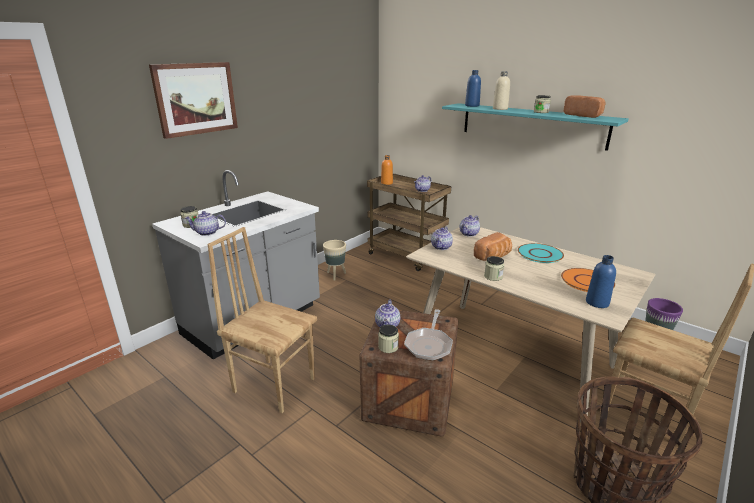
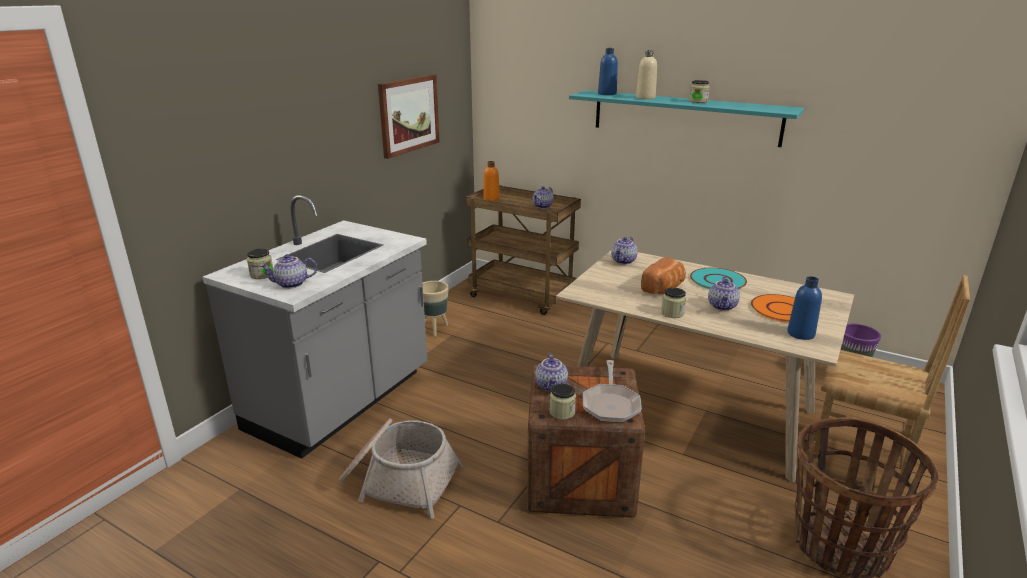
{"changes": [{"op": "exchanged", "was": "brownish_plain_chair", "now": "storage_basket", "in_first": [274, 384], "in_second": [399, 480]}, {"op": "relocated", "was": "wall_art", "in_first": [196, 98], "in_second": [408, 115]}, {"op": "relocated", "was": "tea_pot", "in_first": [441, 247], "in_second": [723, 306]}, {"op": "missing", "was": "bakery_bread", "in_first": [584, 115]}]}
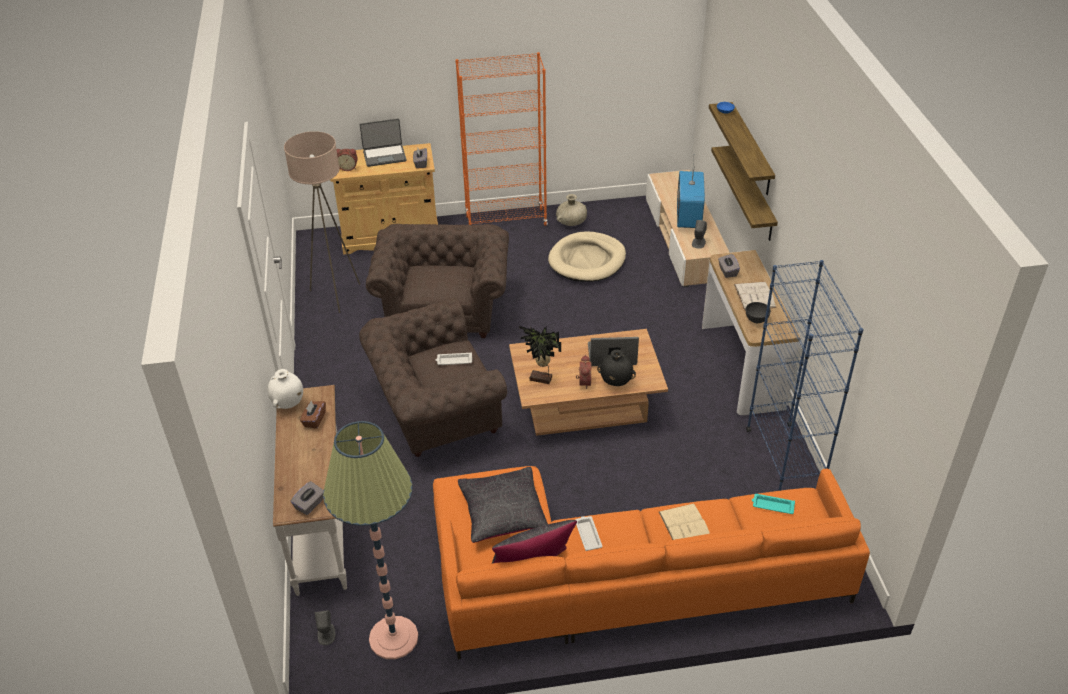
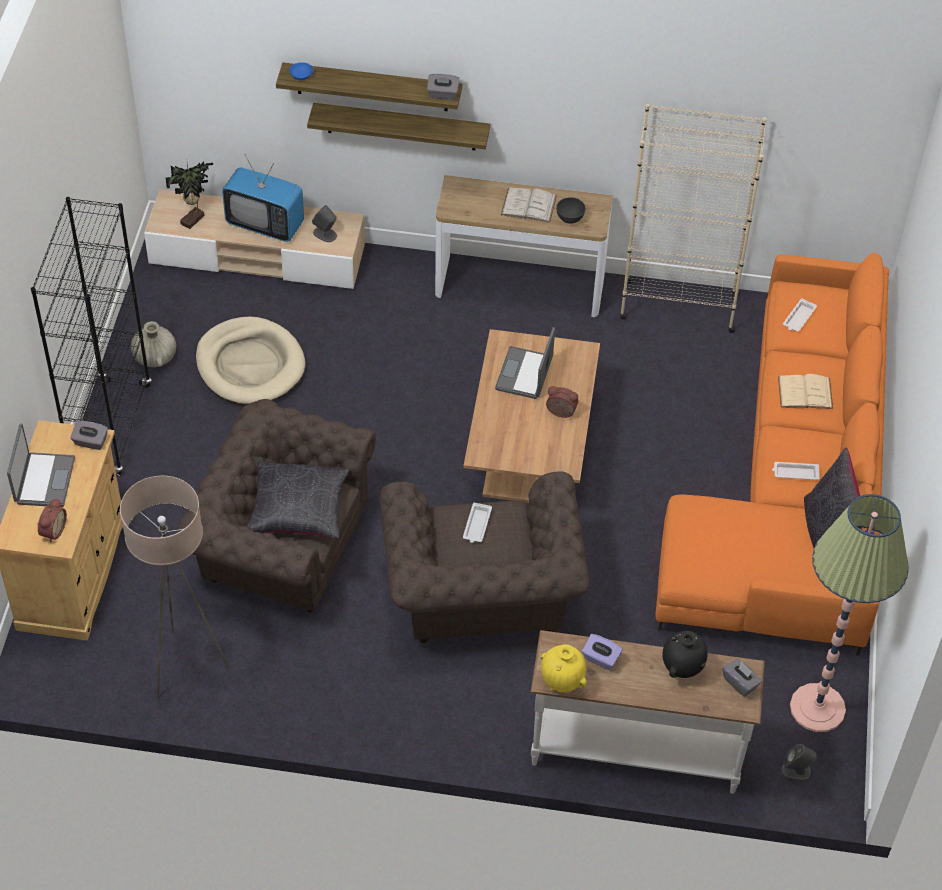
{"changes": [{"op": "colour", "was": "orange-coloured_shelving_unit", "now": "black-coloured_shelving_unit", "in_first": [506, 221], "in_second": [110, 427]}, {"op": "relocated", "was": "plant_in_a_pot", "in_first": [541, 380], "in_second": [194, 220]}, {"op": "relocated", "was": "black-coloured_pillow", "in_first": [503, 513], "in_second": [298, 509]}, {"op": "relocated", "was": "greyish_tissue_box", "in_first": [727, 271], "in_second": [442, 94]}, {"op": "colour", "was": "whitish_vase", "now": "yellowish_vase", "in_first": [288, 404], "in_second": [562, 682]}, {"op": "colour", "was": "brownish_tissue_box", "now": "purple-coloured_tissue_box", "in_first": [314, 420], "in_second": [600, 658]}, {"op": "colour", "was": "bluish_shelving_unit", "now": "beige-coloured_shelving_unit", "in_first": [783, 461], "in_second": [678, 306]}, {"op": "relocated", "was": "black-coloured_vase", "in_first": [615, 382], "in_second": [682, 668]}, {"op": "colour", "was": "turquoise_carrying_tray", "now": "whitish_carrying_tray", "in_first": [772, 506], "in_second": [798, 318]}]}
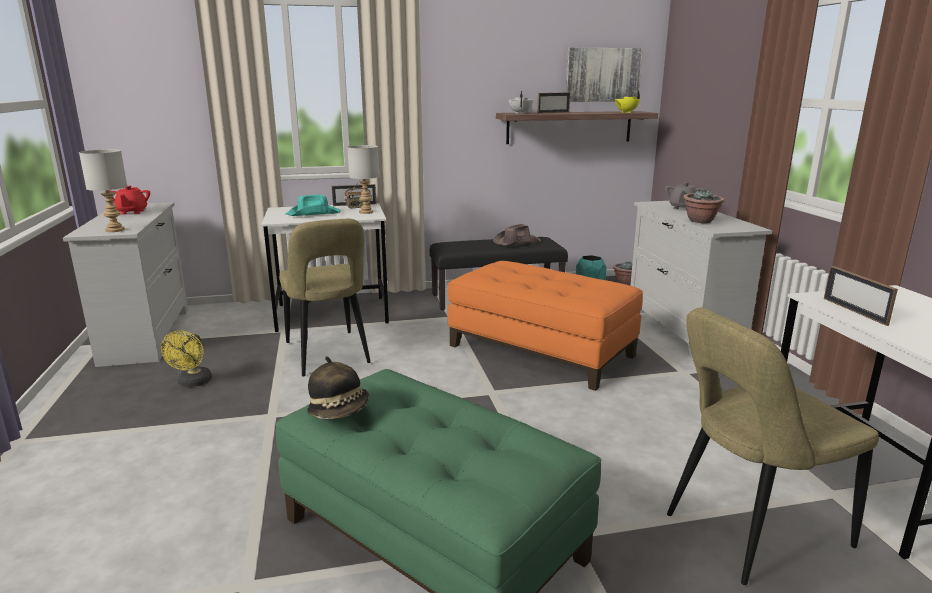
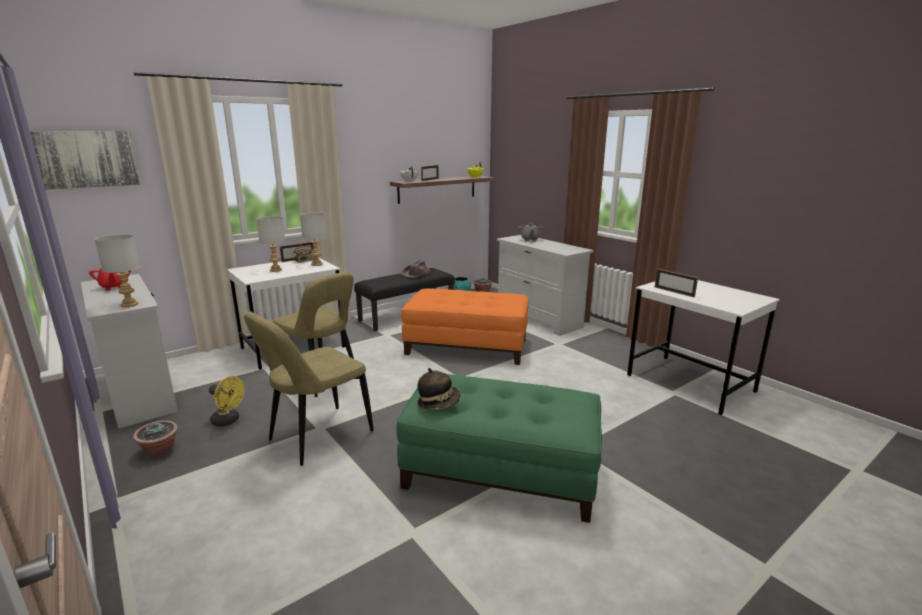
{"changes": [{"op": "relocated", "was": "wall_art", "in_first": [602, 75], "in_second": [86, 159]}, {"op": "relocated", "was": "plant_in_a_pot", "in_first": [700, 221], "in_second": [160, 451]}, {"op": "spun", "was": "yellowish_fan", "in_first": [193, 383], "in_second": [229, 421], "clockwise": -45}, {"op": "relocated", "was": "beige-coloured_plain_chair", "in_first": [749, 532], "in_second": [316, 437]}, {"op": "exchanged", "was": "turquoise_wearable_hat", "now": "greyish_lamp_for_a_table", "in_first": [314, 214], "in_second": [276, 270]}]}
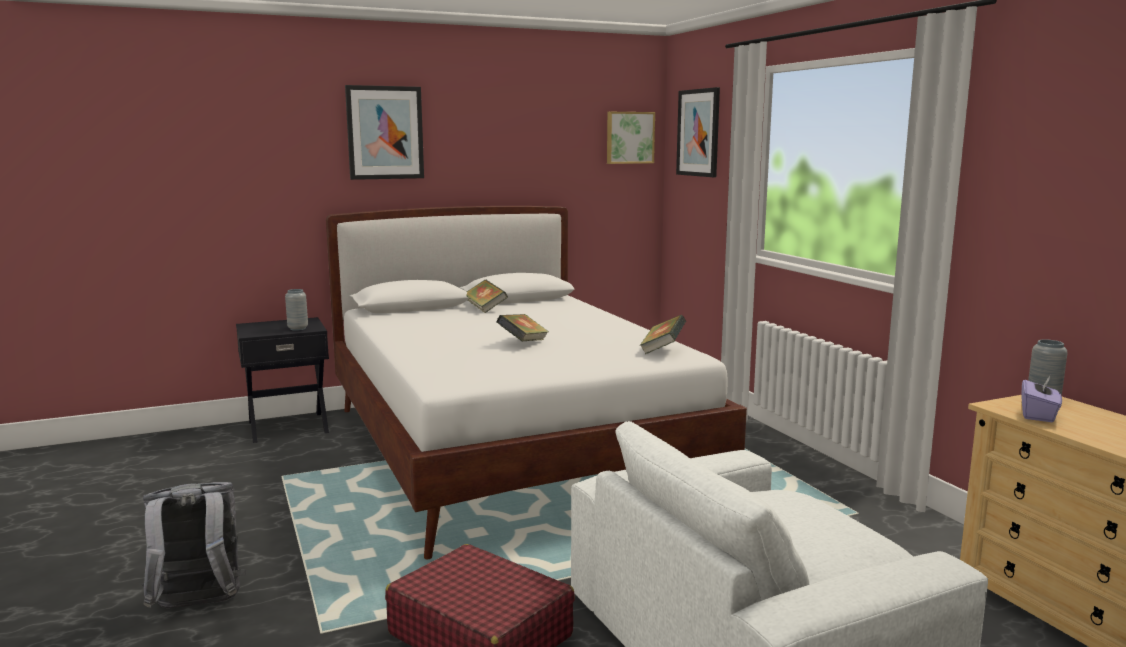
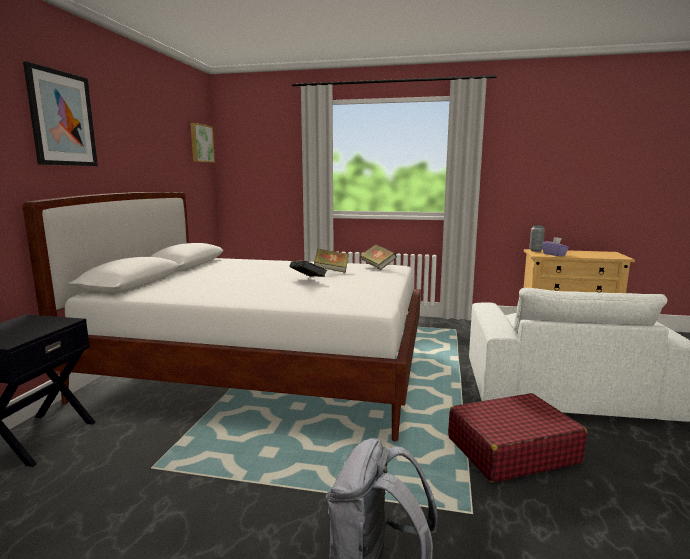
{"changes": [{"op": "relocated", "was": "volume", "in_first": [485, 309], "in_second": [331, 271]}, {"op": "missing", "was": "greyish_vase", "in_first": [298, 328]}, {"op": "missing", "was": "wall_art", "in_first": [698, 133]}]}
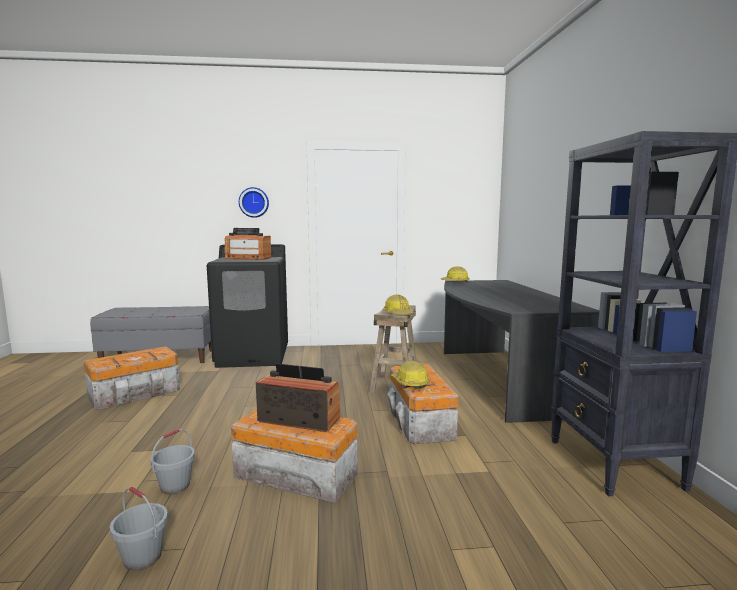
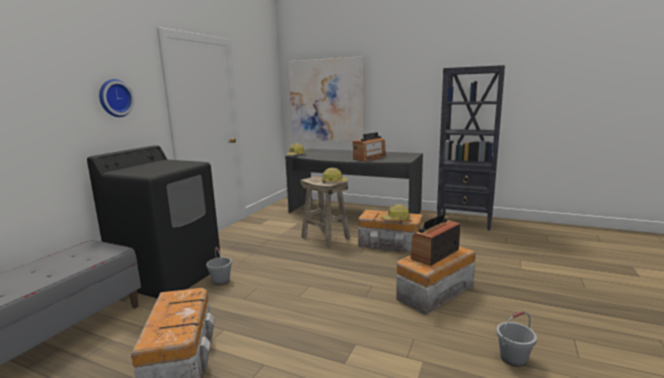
{"changes": [{"op": "relocated", "was": "greyish_water_bucket", "in_first": [175, 486], "in_second": [221, 281]}, {"op": "appeared", "now": "wall_art", "in_second": [327, 100]}, {"op": "relocated", "was": "radio_receiver", "in_first": [248, 258], "in_second": [369, 158]}]}
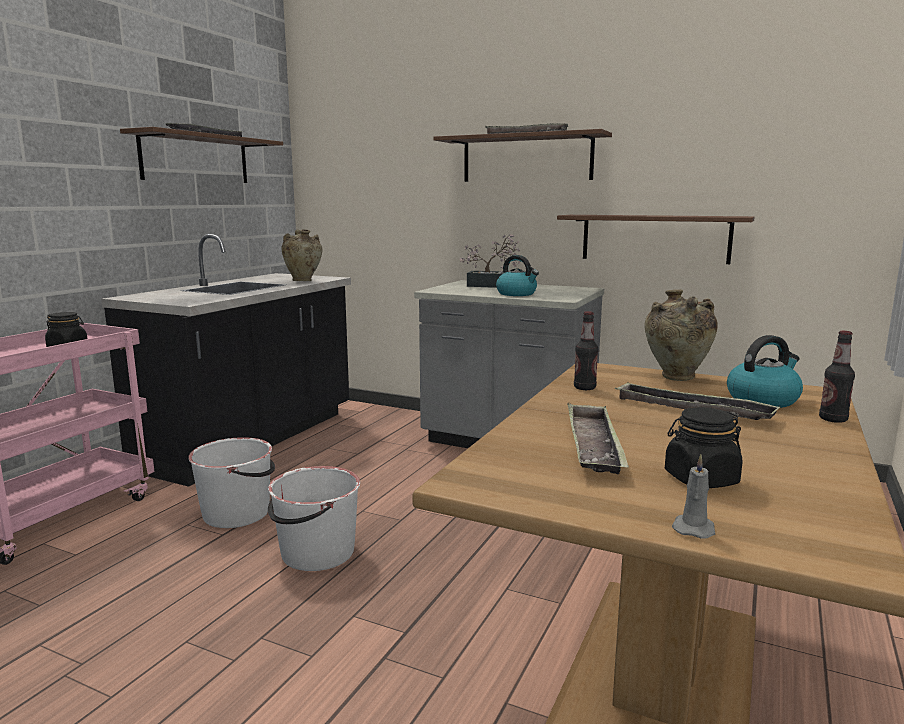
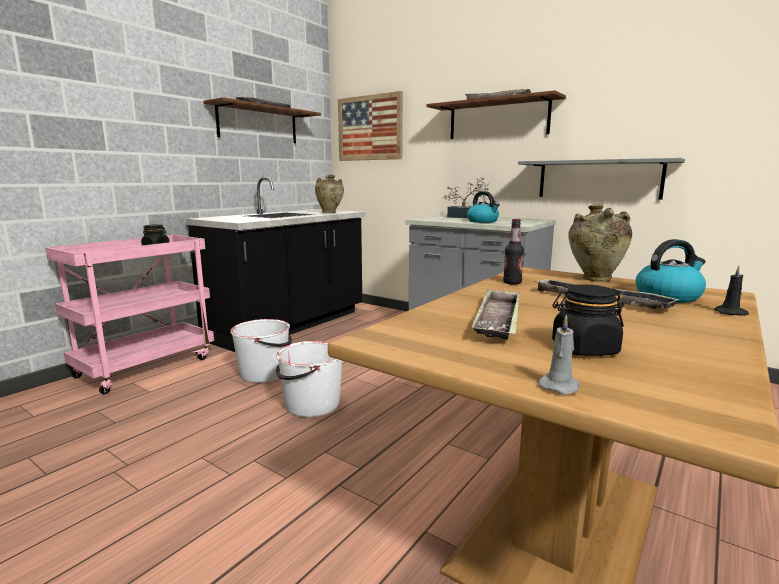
{"changes": [{"op": "appeared", "now": "wall_art", "in_second": [369, 128]}, {"op": "colour", "was": "brownish_wall_shelf", "now": "greyish_wall_shelf", "in_first": [655, 238], "in_second": [598, 179]}, {"op": "exchanged", "was": "drink_bottle", "now": "black-coloured_wax_light", "in_first": [833, 419], "in_second": [731, 313]}]}
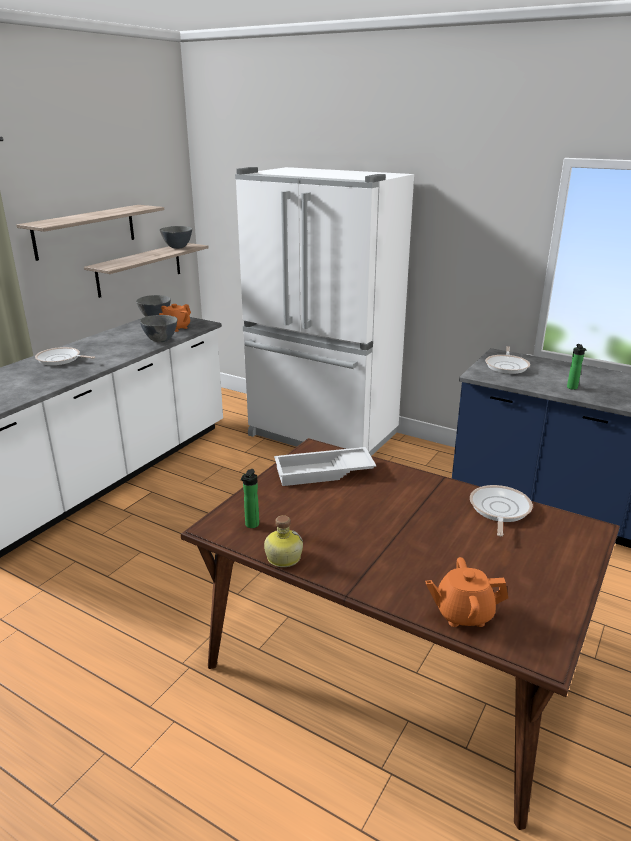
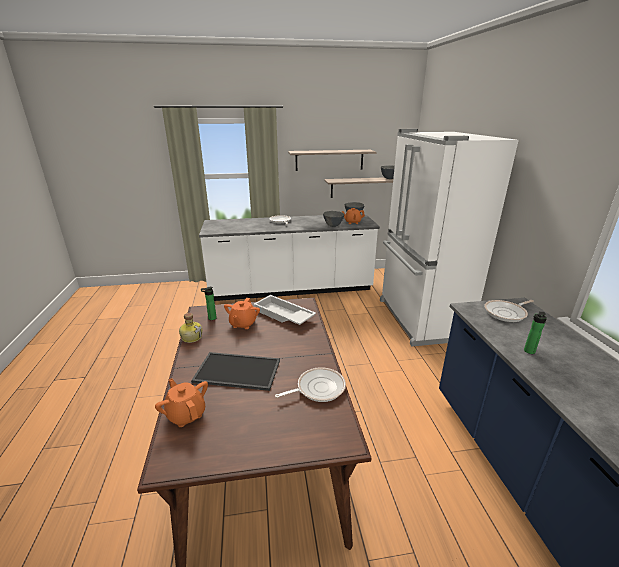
{"changes": [{"op": "appeared", "now": "carrying_tray", "in_second": [236, 372]}, {"op": "appeared", "now": "orange-coloured_tea_pot", "in_second": [243, 324]}]}
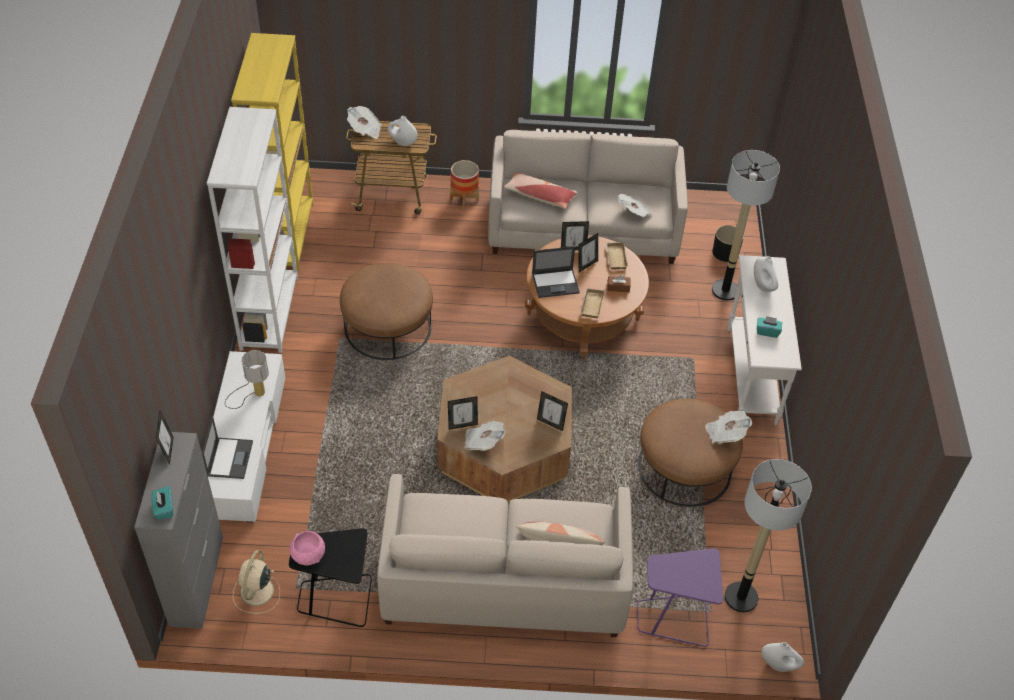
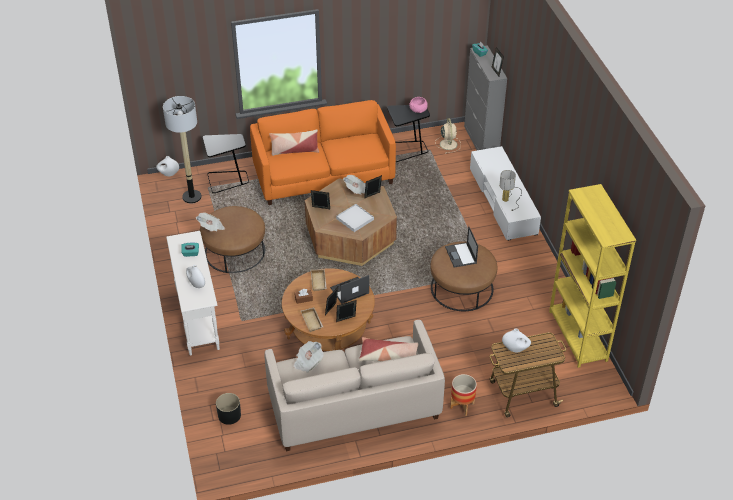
{"changes": [{"op": "colour", "was": "purple-coloured_accent_table", "now": "black-coloured_accent_table", "in_first": [674, 618], "in_second": [227, 180]}, {"op": "colour", "was": "beige-coloured_settee", "now": "orange-coloured_settee", "in_first": [503, 581], "in_second": [324, 175]}, {"op": "appeared", "now": "whitish_carrying_tray", "in_second": [355, 219]}, {"op": "relocated", "was": "notebook_computer", "in_first": [230, 458], "in_second": [461, 255]}, {"op": "missing", "was": "whitish_shelving_unit", "in_first": [269, 313]}, {"op": "missing", "was": "newspaper", "in_first": [365, 130]}, {"op": "missing", "was": "standard_lamp", "in_first": [725, 290]}]}
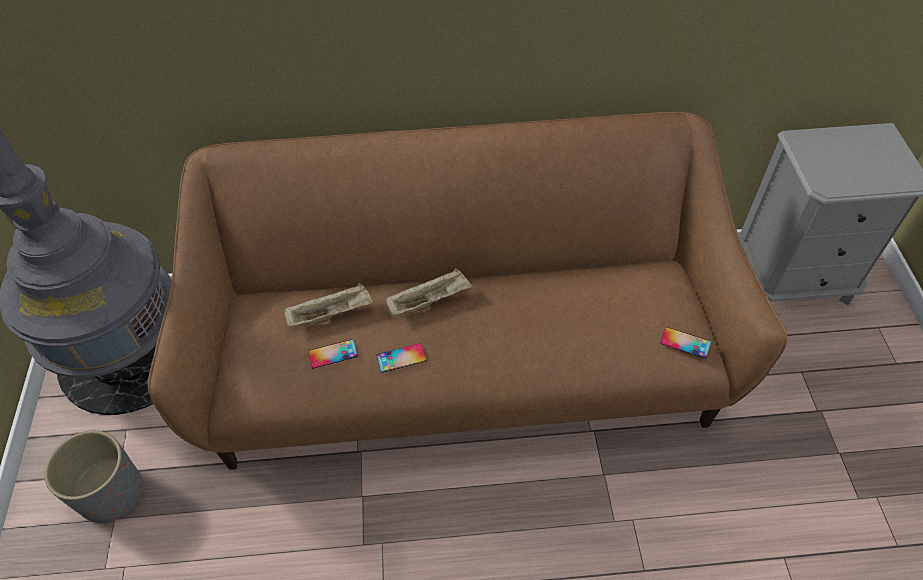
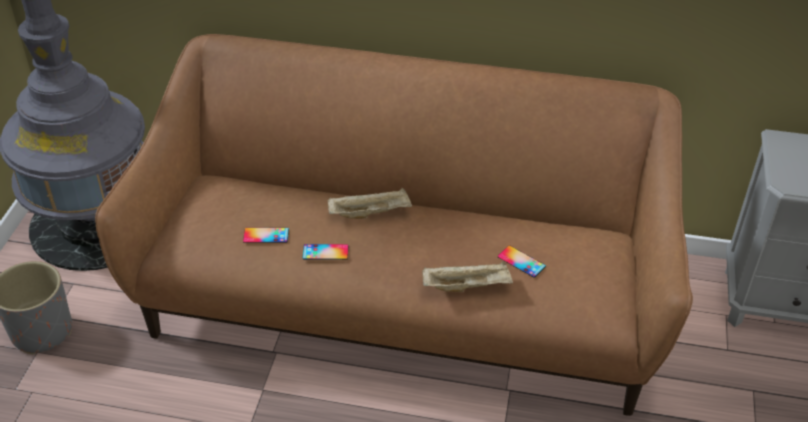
{"changes": [{"op": "relocated", "was": "beige-coloured_carrying_tray", "in_first": [331, 314], "in_second": [467, 286]}, {"op": "relocated", "was": "phone", "in_first": [685, 342], "in_second": [521, 261]}]}
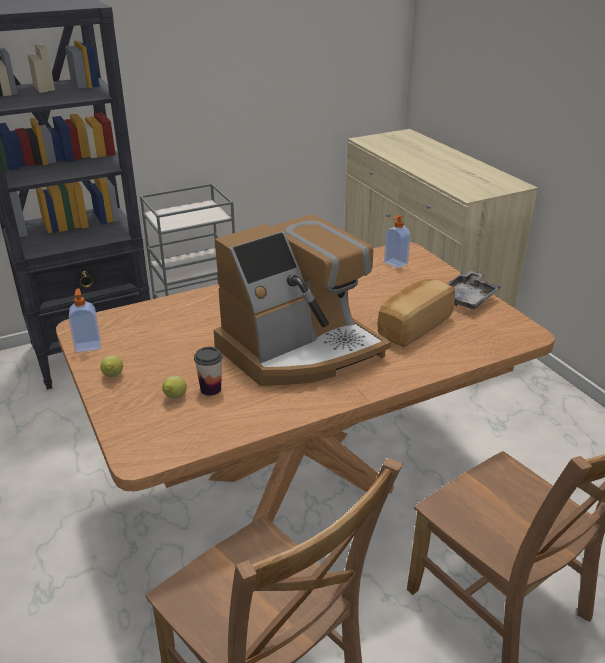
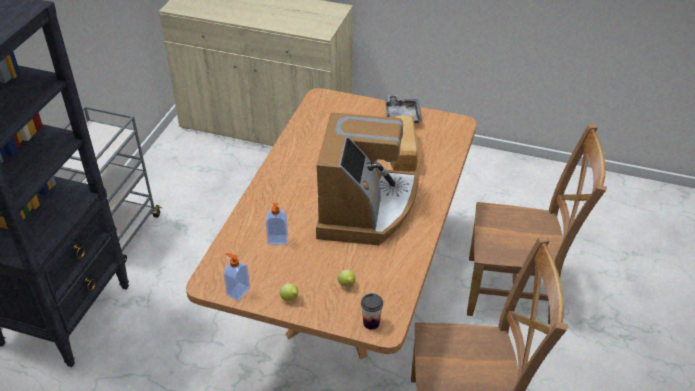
{"changes": [{"op": "relocated", "was": "soap_bottle", "in_first": [395, 263], "in_second": [277, 240]}, {"op": "relocated", "was": "cup", "in_first": [210, 389], "in_second": [371, 323]}]}
